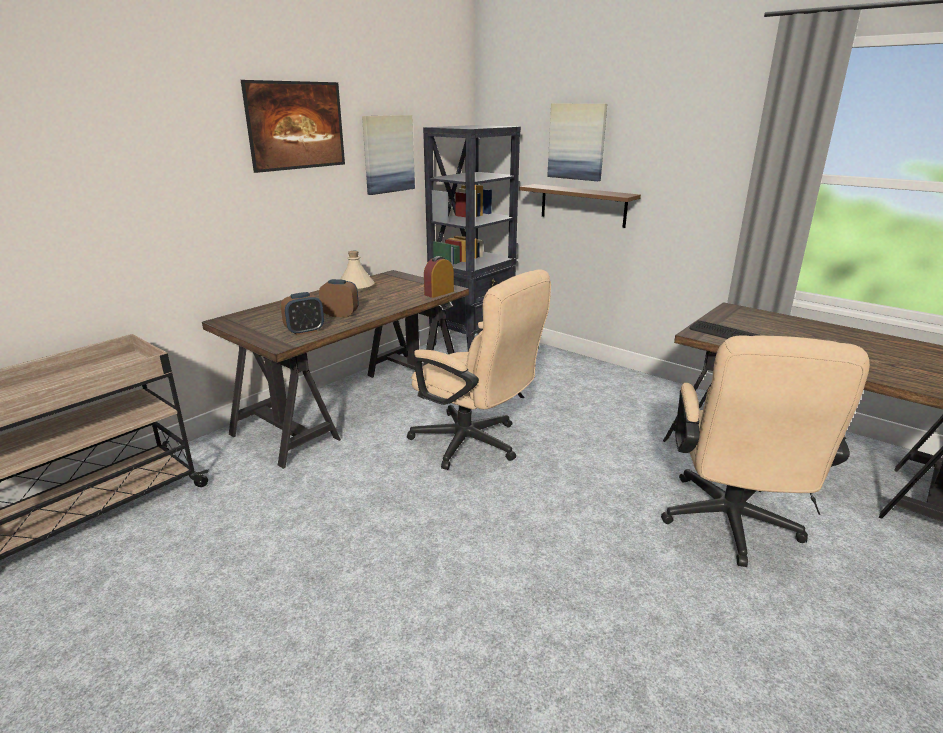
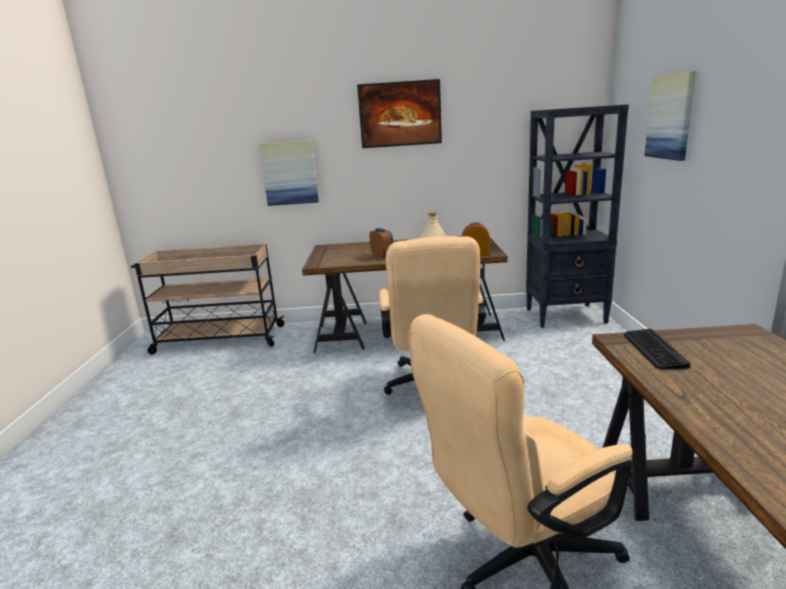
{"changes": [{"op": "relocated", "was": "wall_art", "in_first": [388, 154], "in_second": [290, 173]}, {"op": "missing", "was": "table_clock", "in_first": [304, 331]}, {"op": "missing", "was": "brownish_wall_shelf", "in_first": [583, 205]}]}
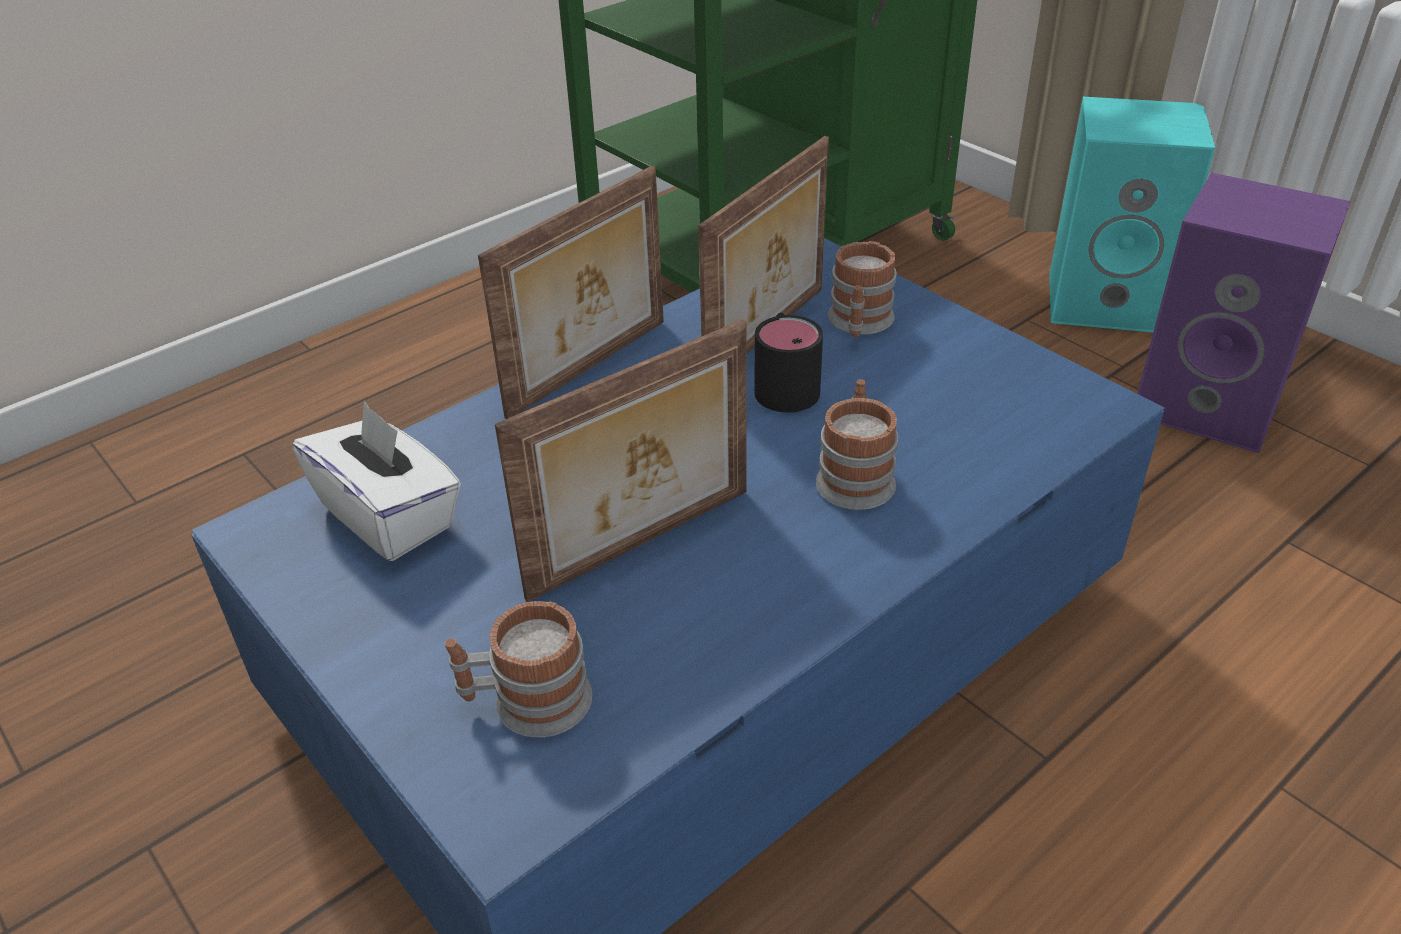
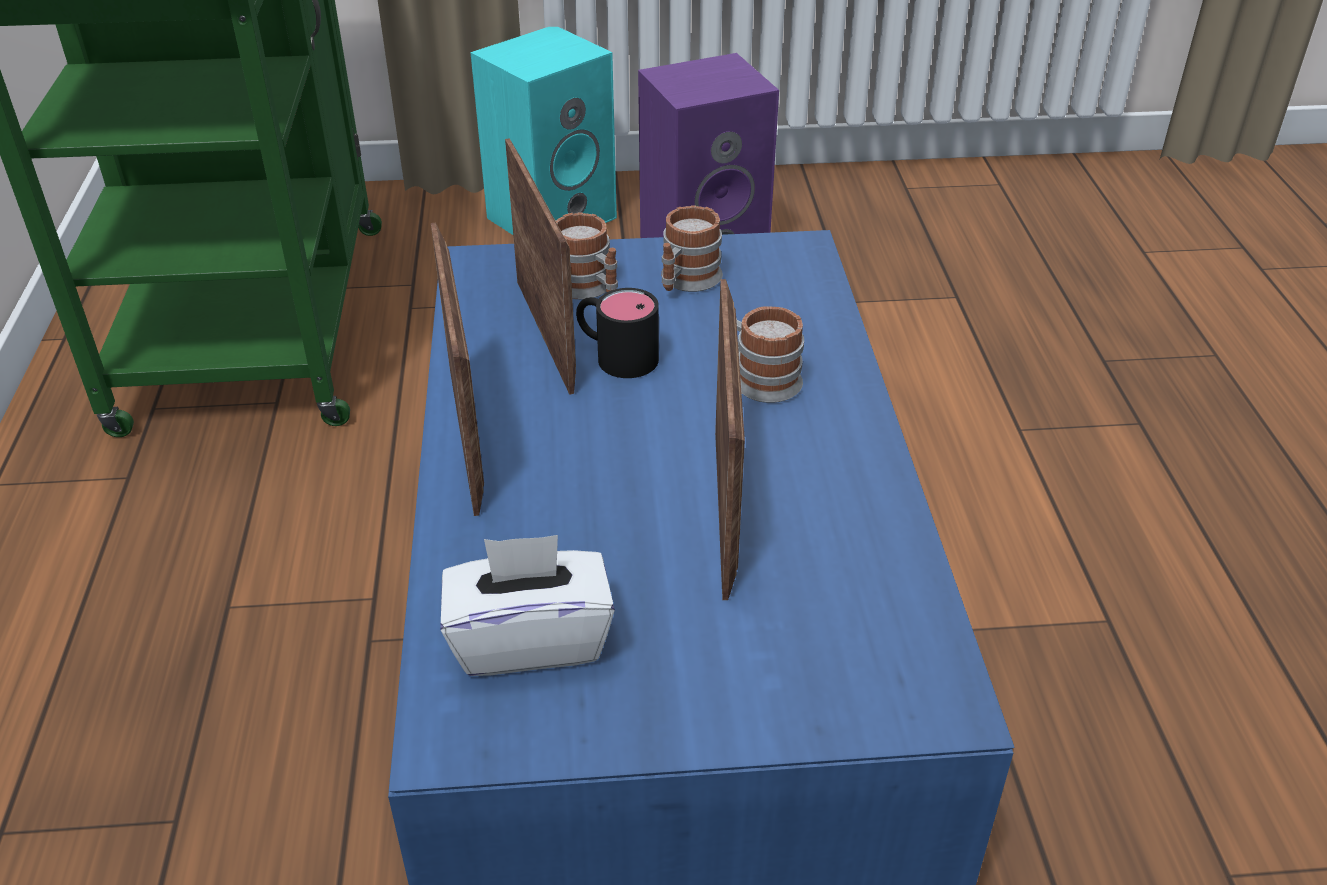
{"changes": [{"op": "relocated", "was": "mug", "in_first": [526, 702], "in_second": [686, 281]}]}
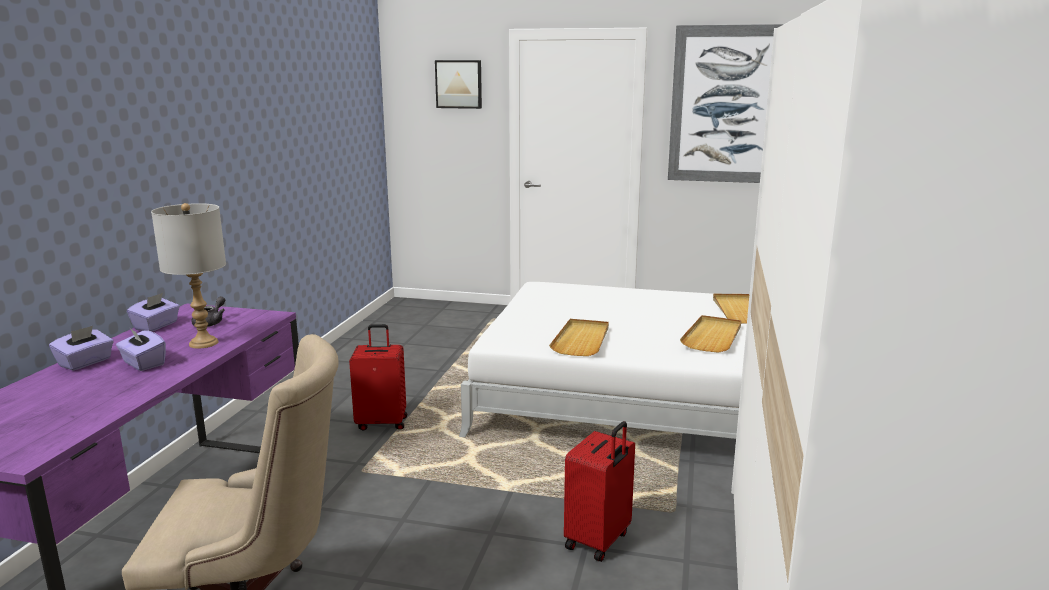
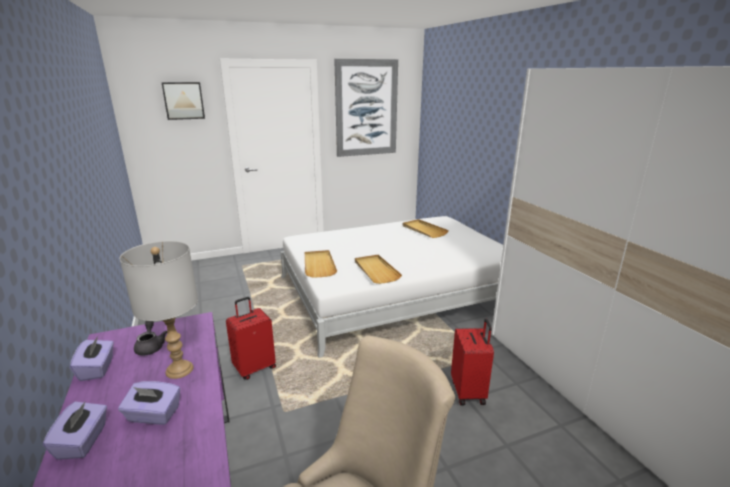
{"changes": [{"op": "relocated", "was": "beige-coloured_carrying_tray", "in_first": [713, 336], "in_second": [319, 265]}]}
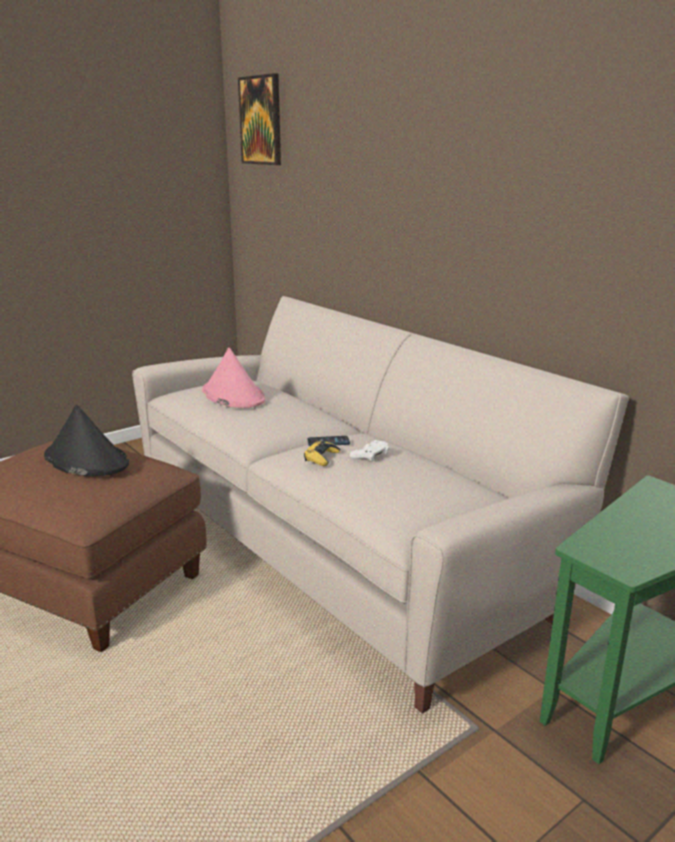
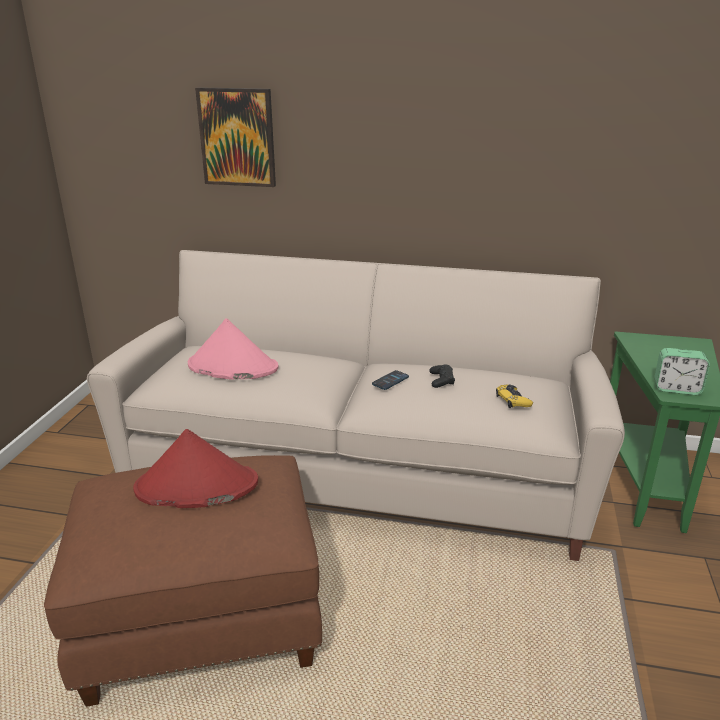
{"changes": [{"op": "colour", "was": "black-coloured_wearable_hat", "now": "red-coloured_wearable_hat", "in_first": [86, 460], "in_second": [196, 486]}, {"op": "relocated", "was": "wall_art", "in_first": [261, 120], "in_second": [237, 137]}, {"op": "colour", "was": "whitish_gamepad", "now": "black-coloured_gamepad", "in_first": [370, 455], "in_second": [441, 380]}, {"op": "relocated", "was": "yellowish_gamepad", "in_first": [321, 457], "in_second": [512, 400]}, {"op": "appeared", "now": "table_clock", "in_second": [676, 389]}]}
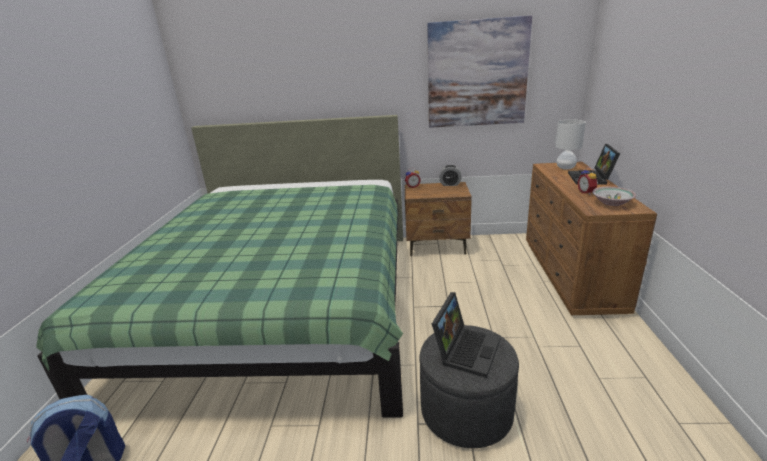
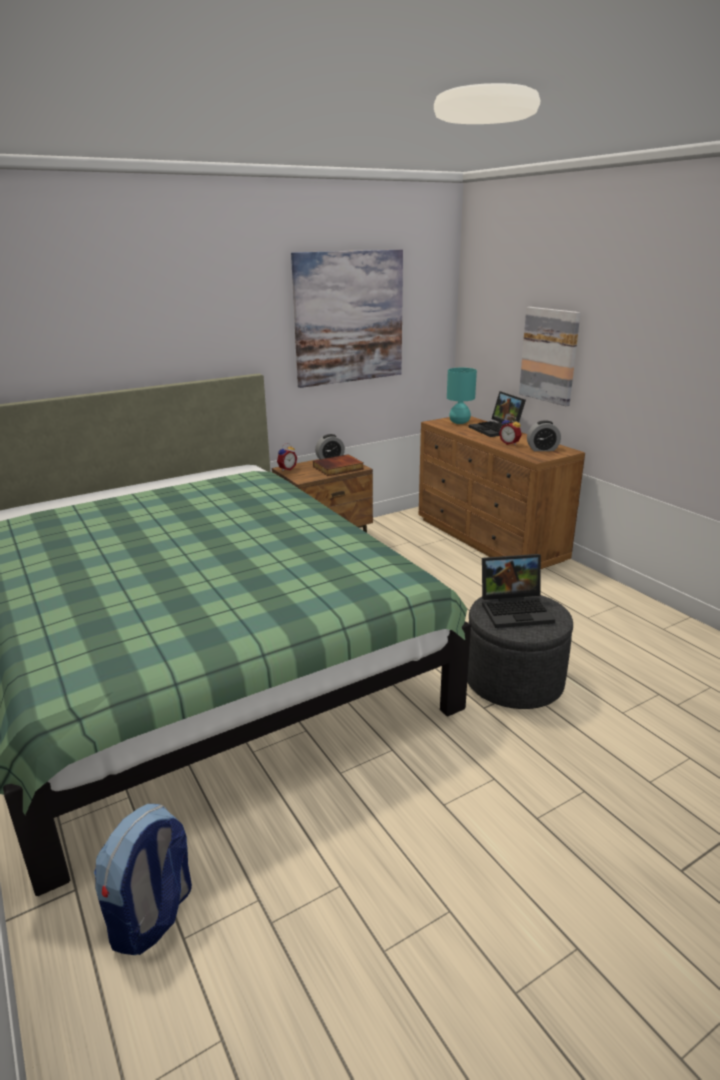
{"changes": [{"op": "appeared", "now": "volume", "in_second": [338, 468]}, {"op": "colour", "was": "whitish_lamp_for_a_table", "now": "turquoise_lamp_for_a_table", "in_first": [565, 168], "in_second": [459, 422]}, {"op": "spun", "was": "notebook_computer", "in_first": [465, 349], "in_second": [516, 610], "clockwise": 90}, {"op": "appeared", "now": "wall_art", "in_second": [549, 355]}, {"op": "exchanged", "was": "serving_bowl", "now": "table_clock", "in_first": [612, 203], "in_second": [542, 449]}]}
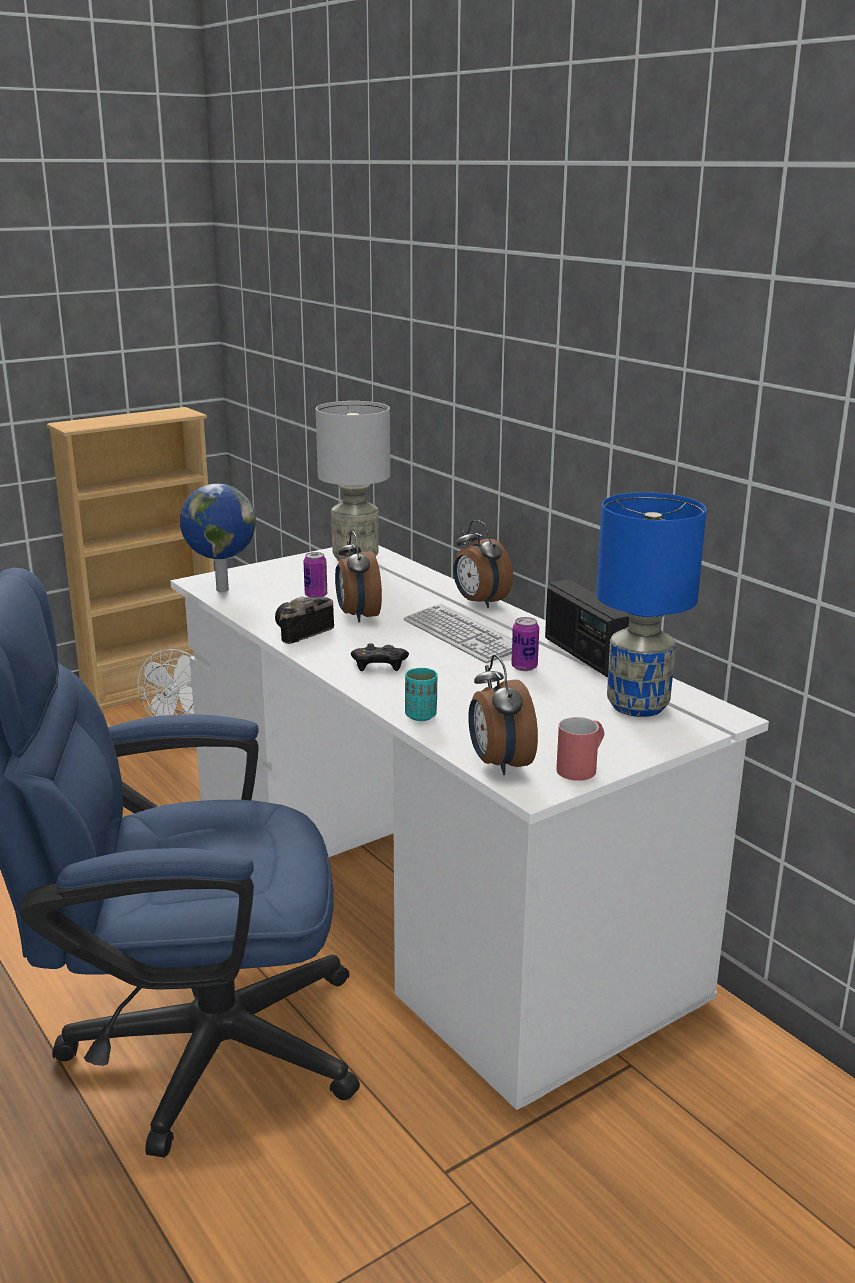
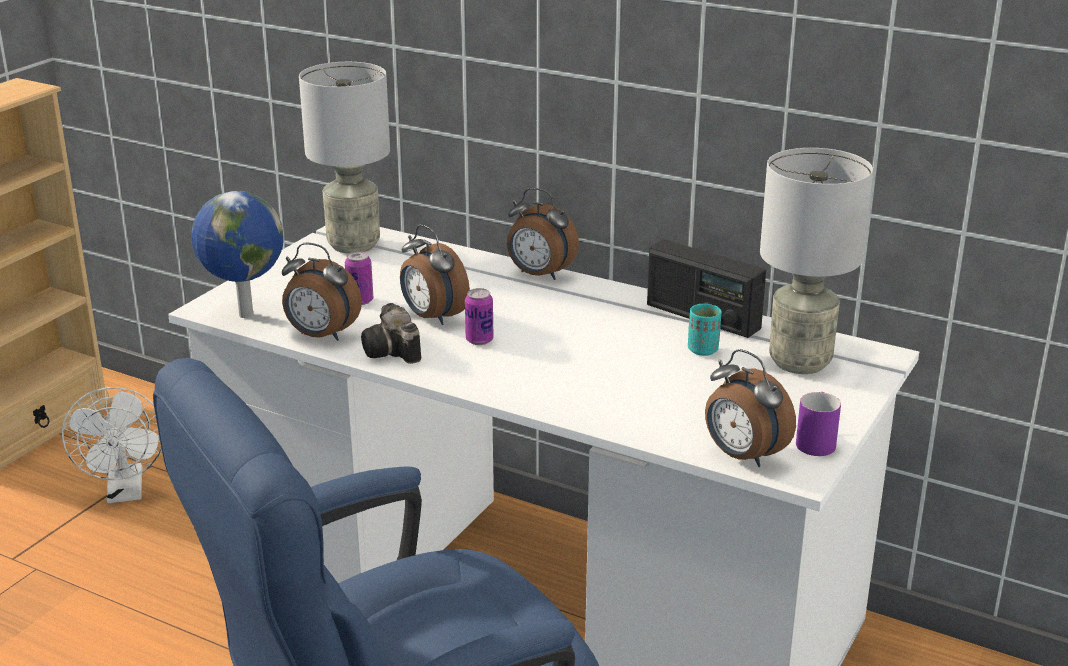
{"changes": [{"op": "appeared", "now": "table_clock", "in_second": [321, 336]}, {"op": "spun", "was": "still_camera", "in_first": [299, 633], "in_second": [393, 352], "clockwise": -45}, {"op": "relocated", "was": "sealed_can", "in_first": [524, 667], "in_second": [479, 340]}, {"op": "relocated", "was": "turquoise_cup", "in_first": [421, 716], "in_second": [703, 350]}, {"op": "colour", "was": "bluish_lamp_for_a_table", "now": "greyish_lamp_for_a_table", "in_first": [636, 706], "in_second": [798, 362]}, {"op": "colour", "was": "red-coloured_mug", "now": "purple-coloured_mug", "in_first": [582, 767], "in_second": [816, 440]}, {"op": "missing", "was": "black-coloured_gamepad", "in_first": [379, 664]}, {"op": "missing", "was": "keyboard", "in_first": [462, 635]}]}
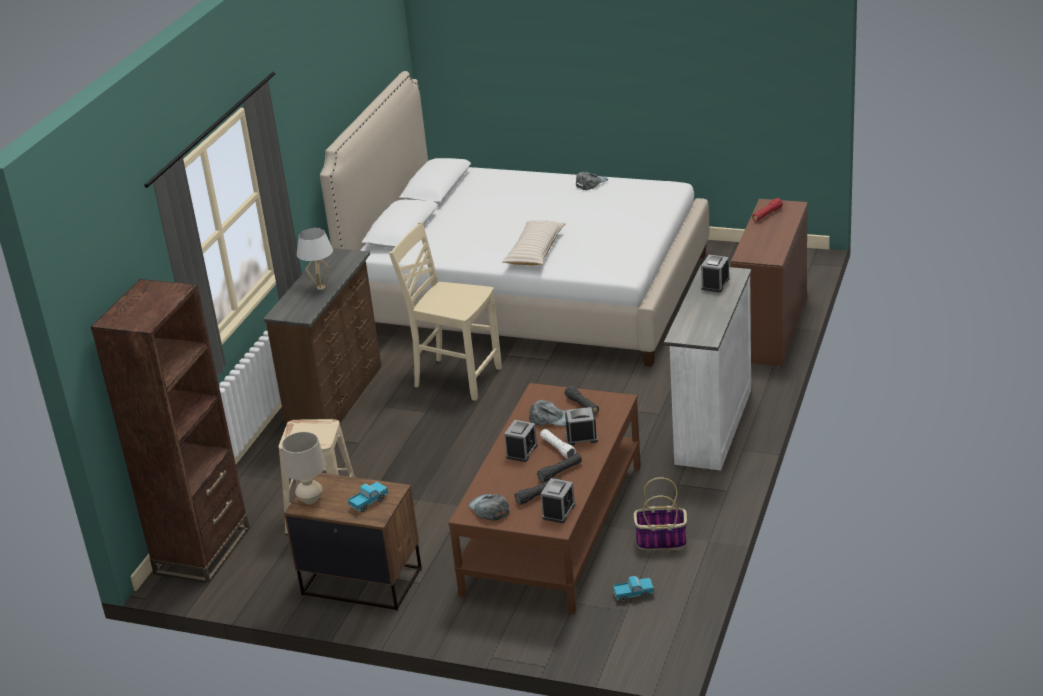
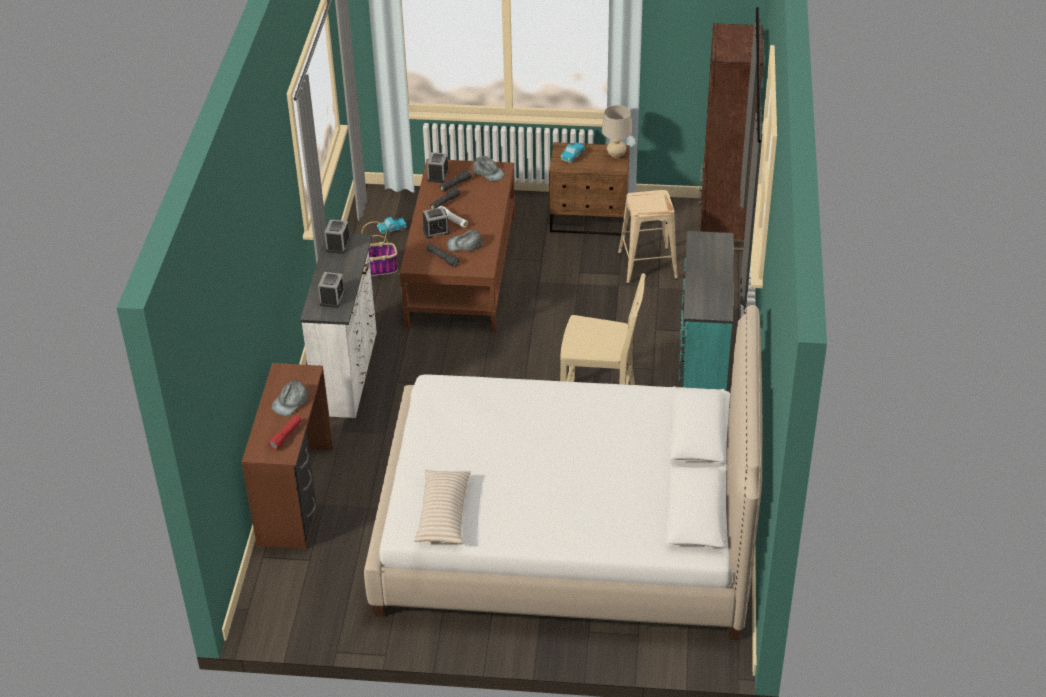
{"changes": [{"op": "relocated", "was": "greyish_peaked_cap", "in_first": [591, 183], "in_second": [290, 402]}, {"op": "relocated", "was": "table_clock", "in_first": [521, 451], "in_second": [338, 245]}, {"op": "relocated", "was": "beige-coloured_pillow", "in_first": [535, 251], "in_second": [443, 514]}, {"op": "colour", "was": "brownish_dresser", "now": "turquoise_dresser", "in_first": [338, 399], "in_second": [701, 372]}, {"op": "missing", "was": "whitish_lamp_for_a_table", "in_first": [321, 287]}]}
